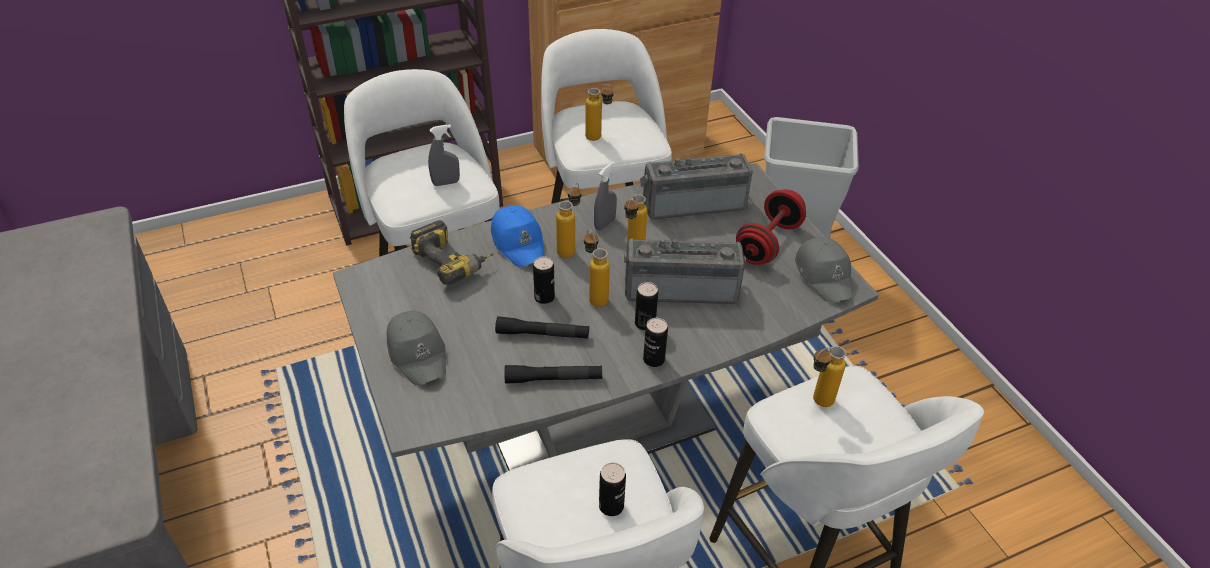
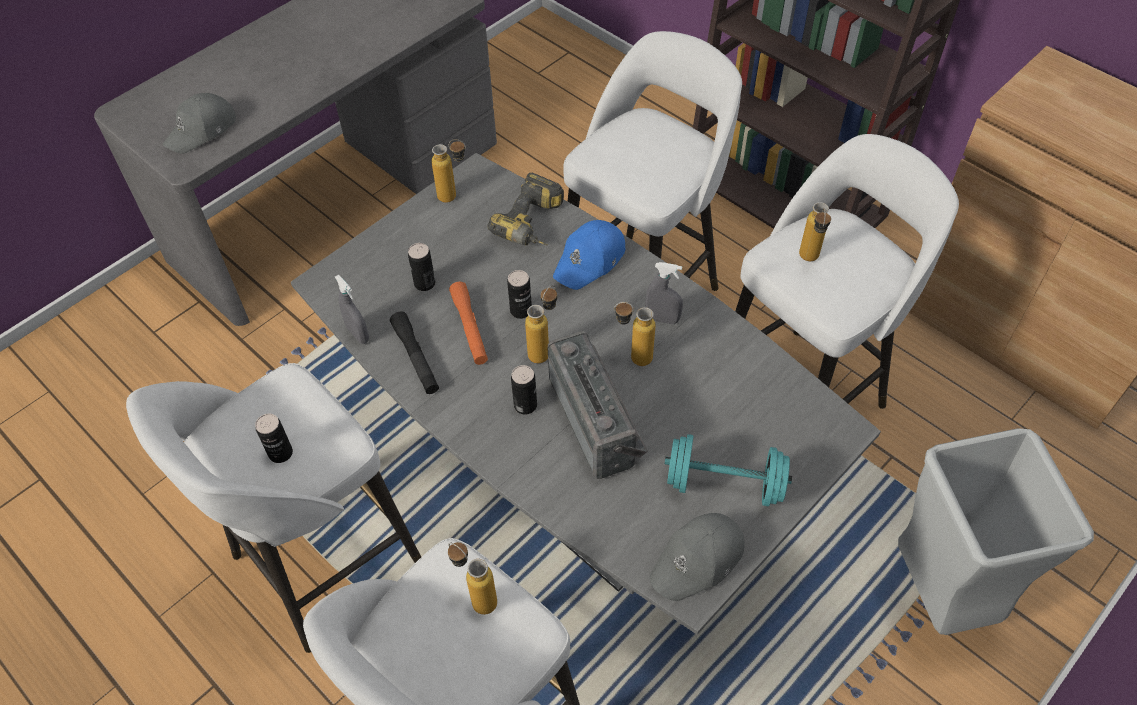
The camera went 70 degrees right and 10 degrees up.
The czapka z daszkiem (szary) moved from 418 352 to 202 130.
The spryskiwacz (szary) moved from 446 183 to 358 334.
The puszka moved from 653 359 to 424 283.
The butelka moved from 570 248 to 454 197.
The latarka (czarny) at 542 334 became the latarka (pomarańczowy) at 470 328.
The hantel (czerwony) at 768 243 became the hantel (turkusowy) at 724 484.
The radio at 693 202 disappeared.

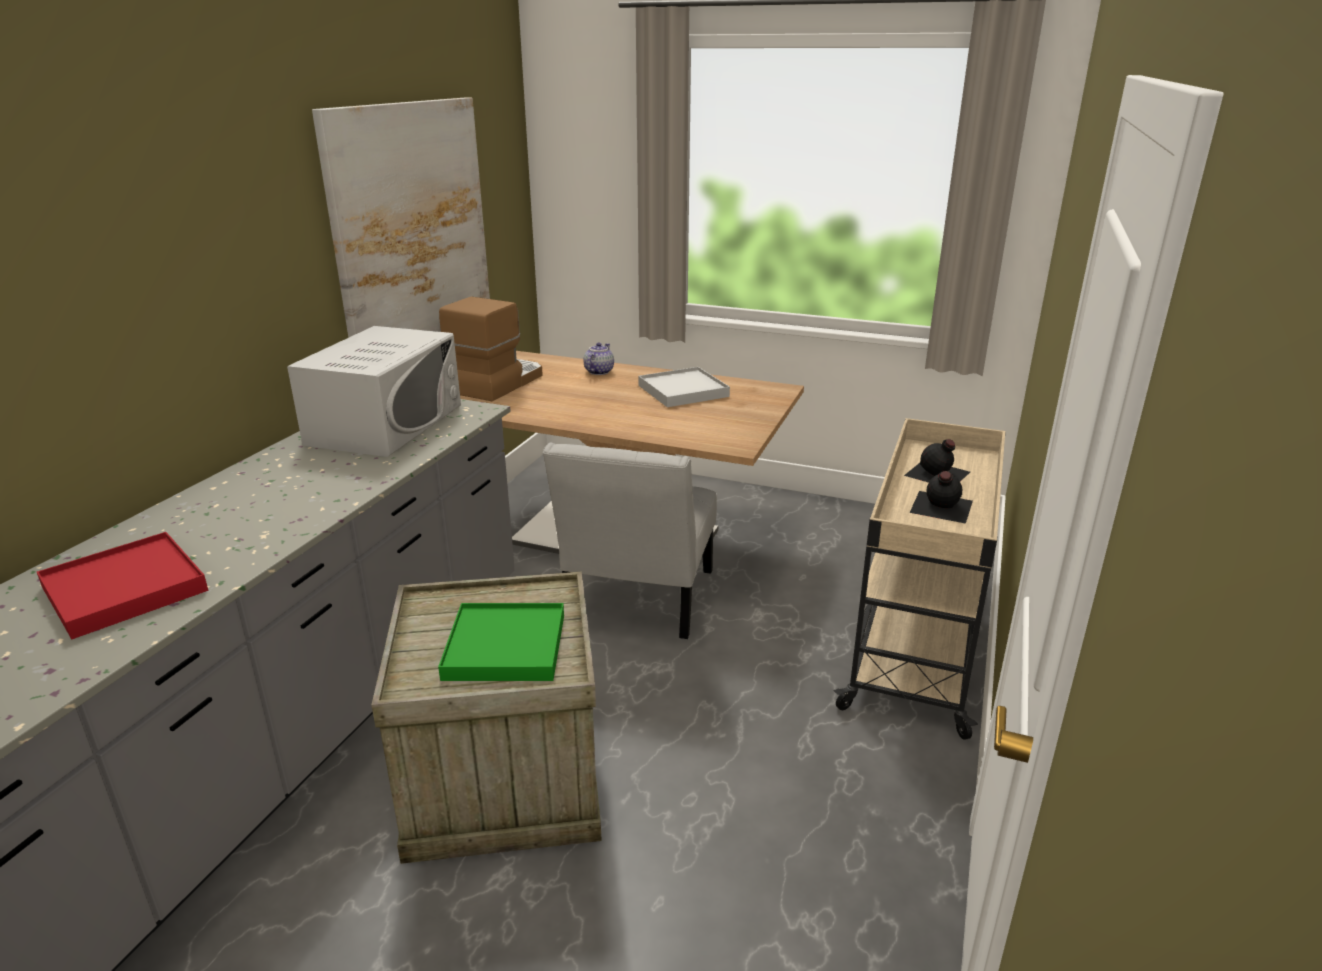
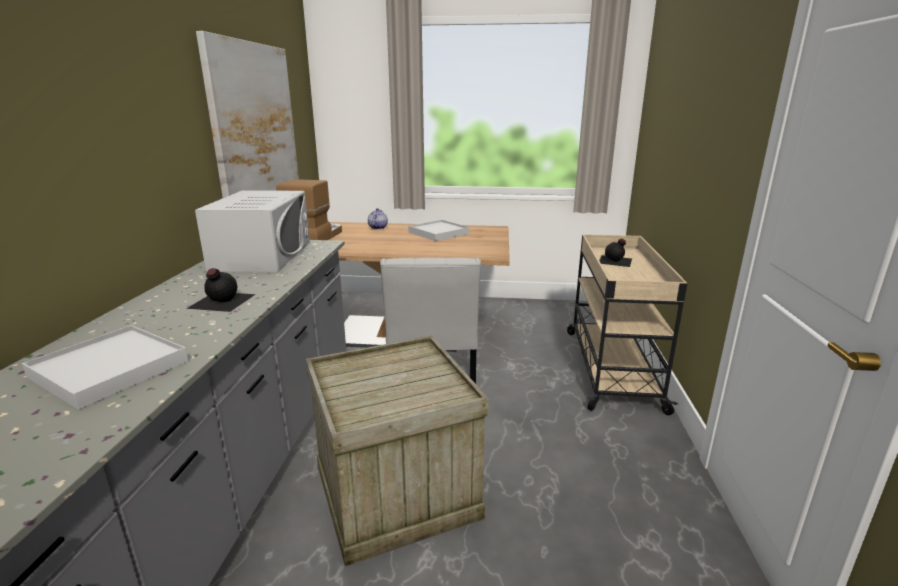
The camera went 15 degrees left and 5 degrees down.
The taca (czerwony) at 125 589 became the taca (biały) at 110 369.
The butelka (czarny) moved from 940 506 to 220 301.
The taca (zielony) at 505 647 disappeared.

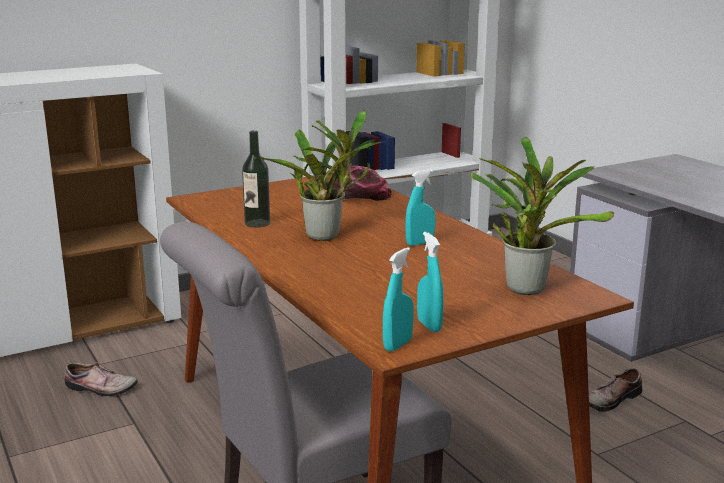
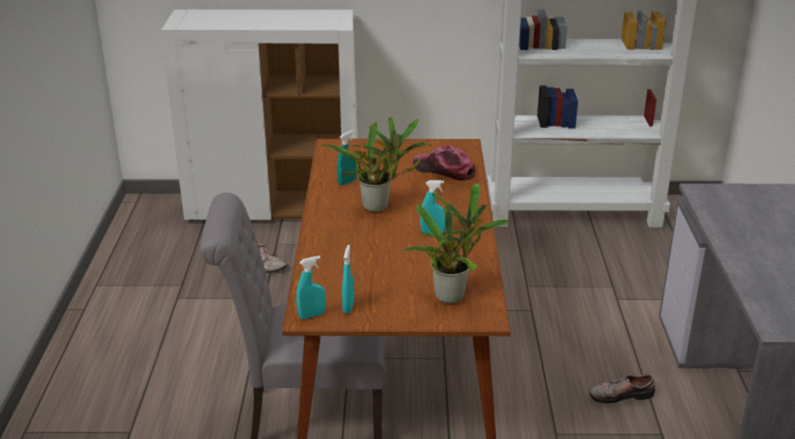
The camera went 30 degrees right and 10 degrees up.
The butelka at 257 223 was replaced by the spryskiwacz (turkusowy) at 347 182.

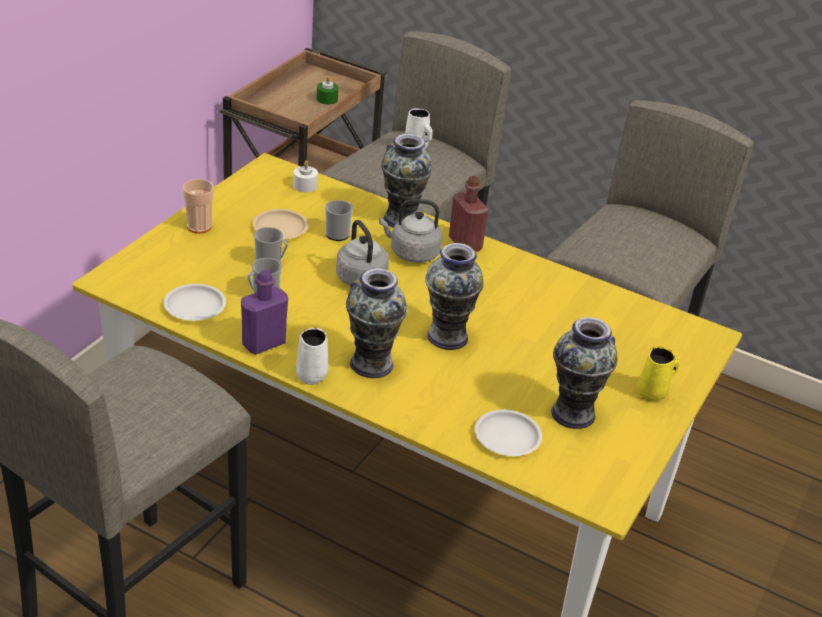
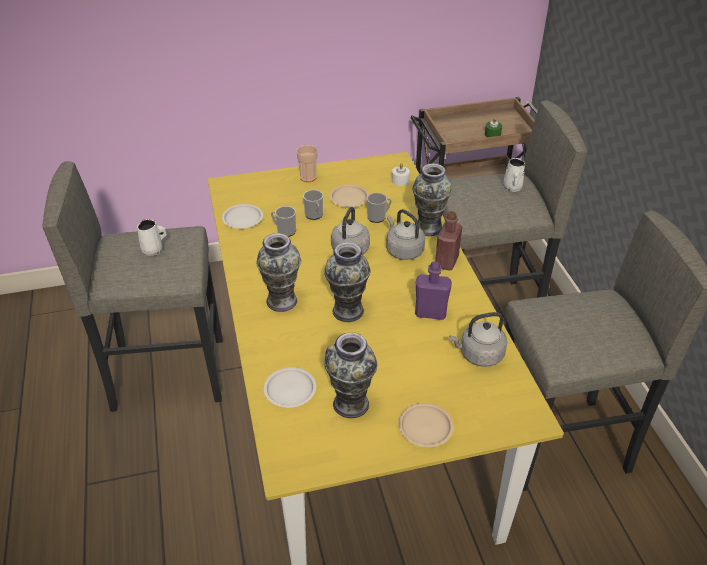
The camera went 50 degrees right and 5 degrees up.
The kubek (biały) moved from 312 374 to 154 250.
The kubek (żółty) at 653 392 was replaced by the talerz (beżowy) at 425 427.
The butelka (fioletowy) moved from 264 344 to 430 313.
The czajnik (szary) at 479 355 appeared.

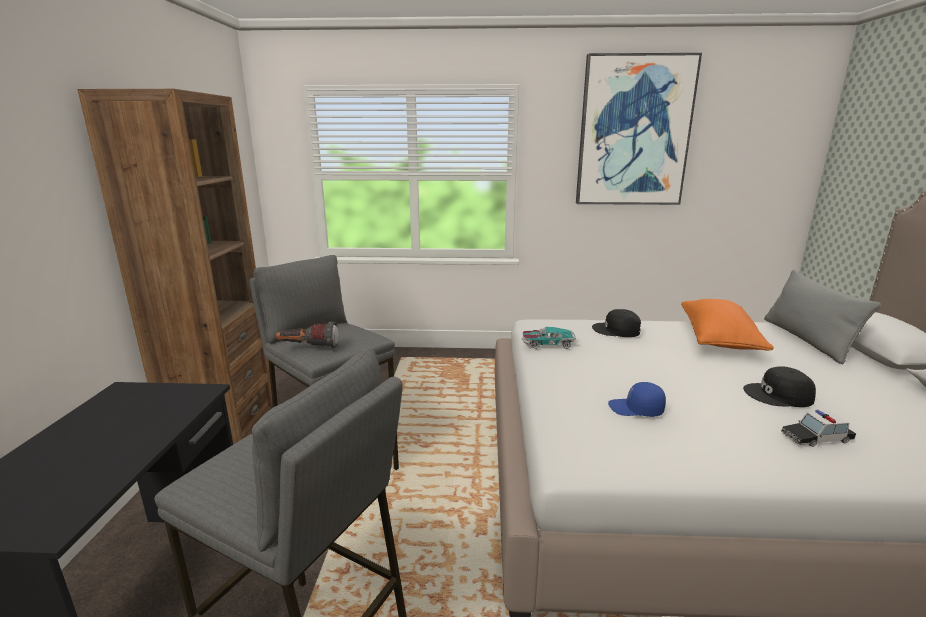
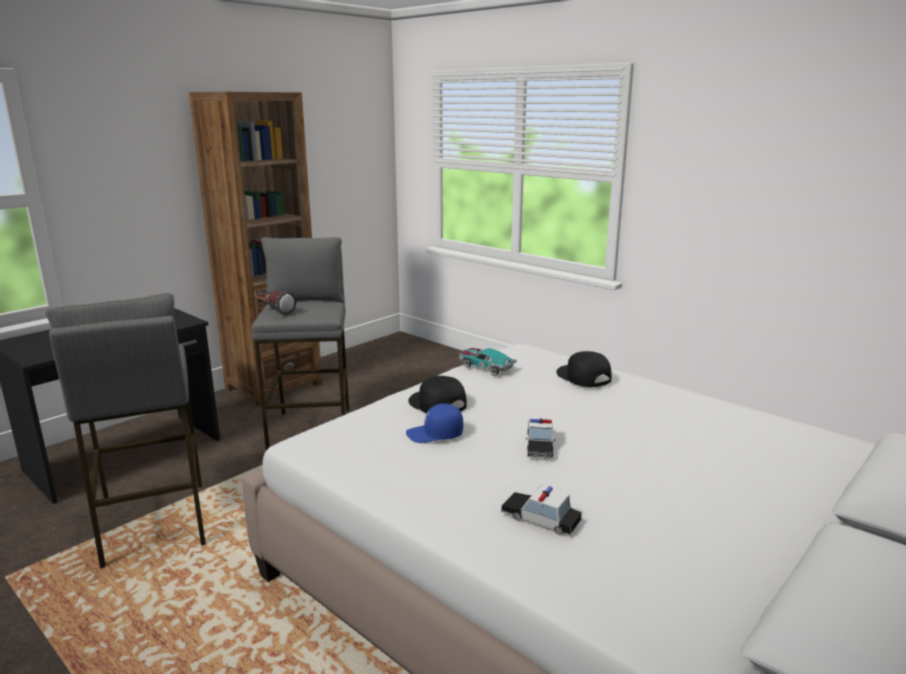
The camera went 40 degrees right and 0 degrees up.
The czapka z daszkiem (niebieski) at 636 409 turned 60 degrees counterclockwise.
The czapka z daszkiem (czarny) moved from 778 395 to 436 404.
The samochodzik at 539 445 appeared.
The obraz at 633 132 disappeared.
The poduszka (pomarańczowy) at 718 339 disappeared.
The poduszka (szary) at 806 339 disappeared.

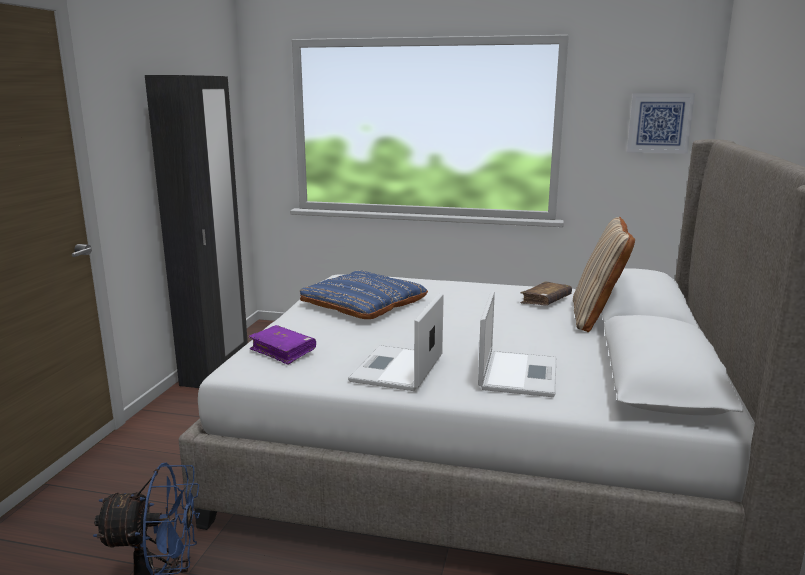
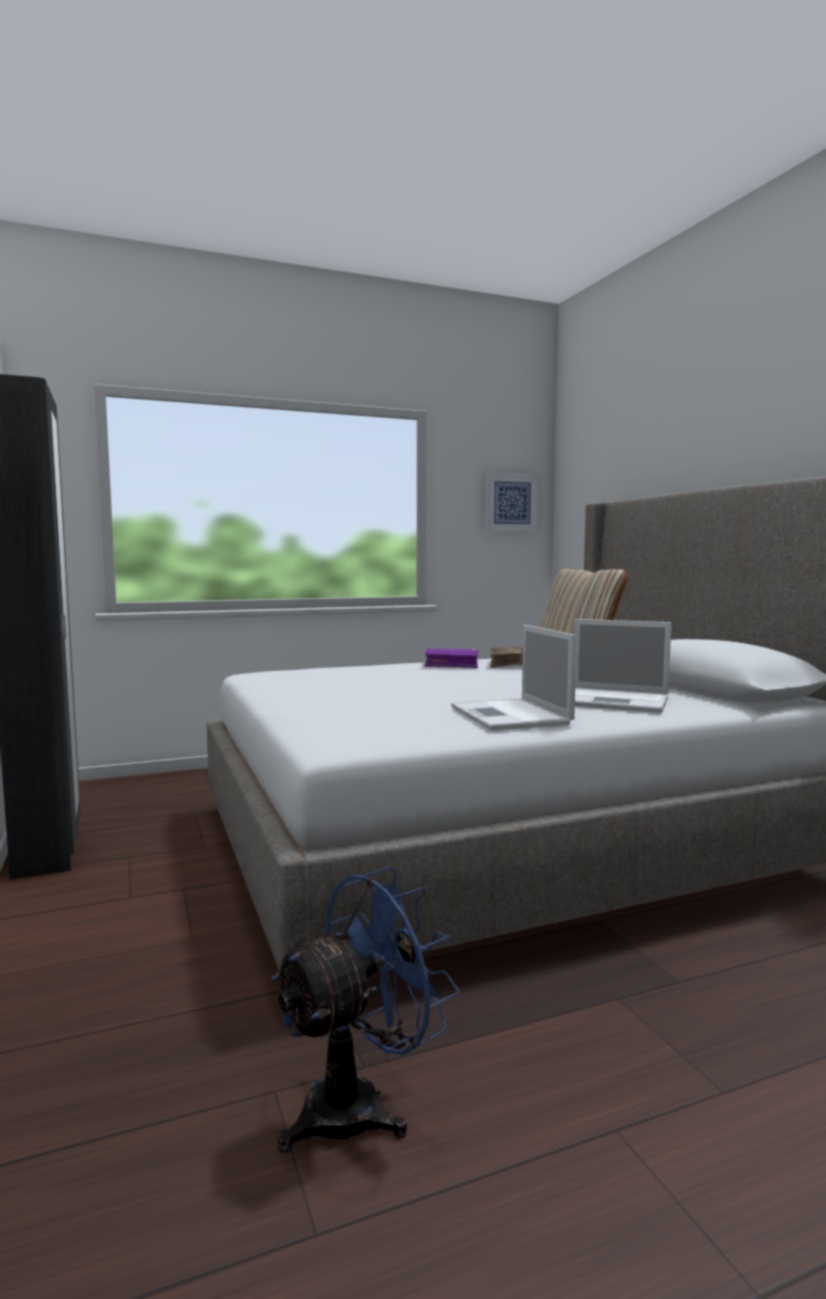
The camera went 35 degrees left and 10 degrees down.
The książka (fioletowy) moved from 283 351 to 451 665.
The laptop at 518 373 turned 135 degrees clockwise.
The poduszka (niebieski) at 364 303 disappeared.

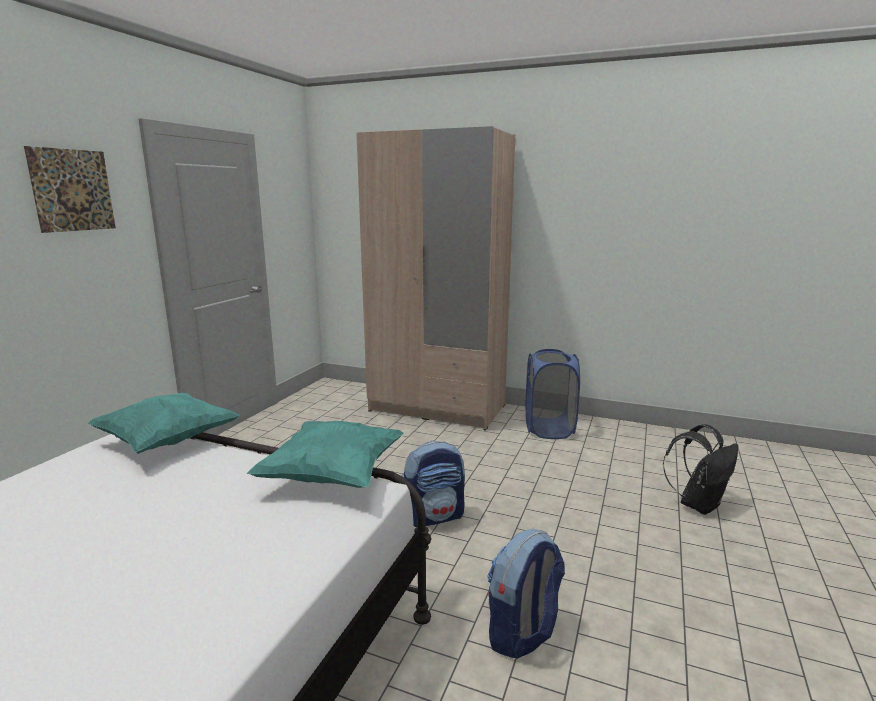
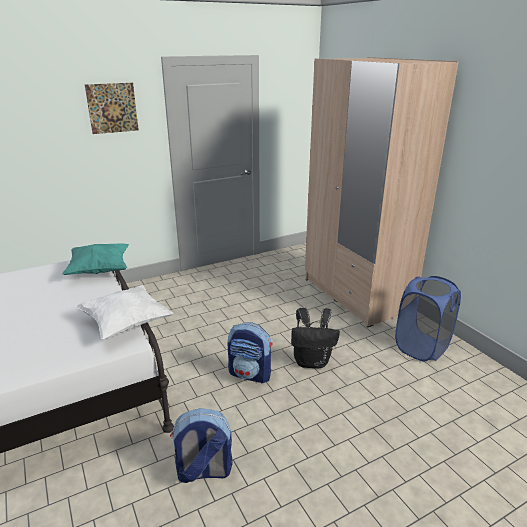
The camera went 40 degrees right and 10 degrees up.
The poduszka (turkusowy) at 333 476 became the poduszka (biały) at 126 324.
The plecak (czarny) moved from 698 504 to 312 361.

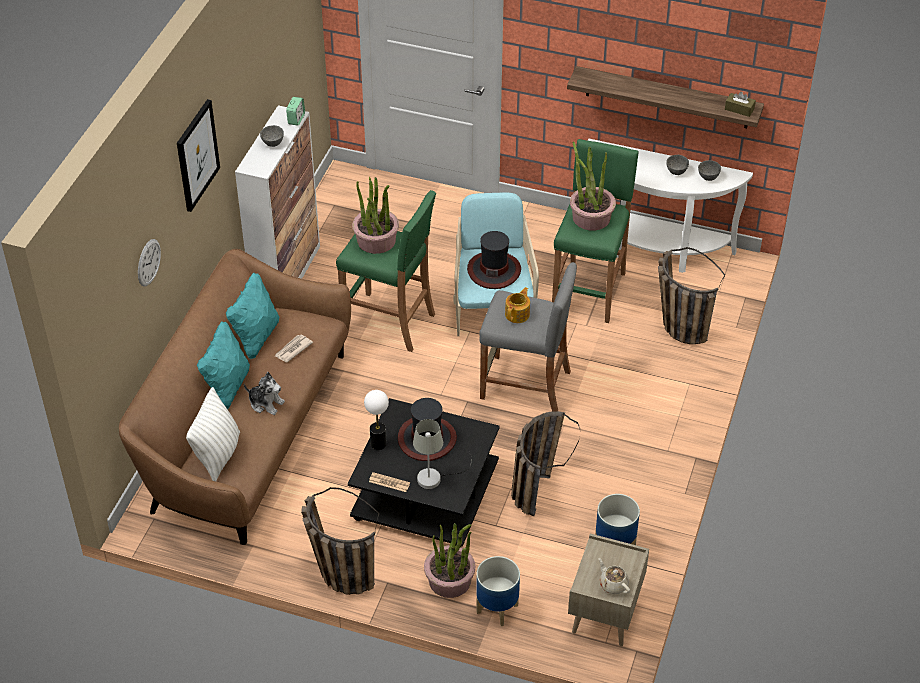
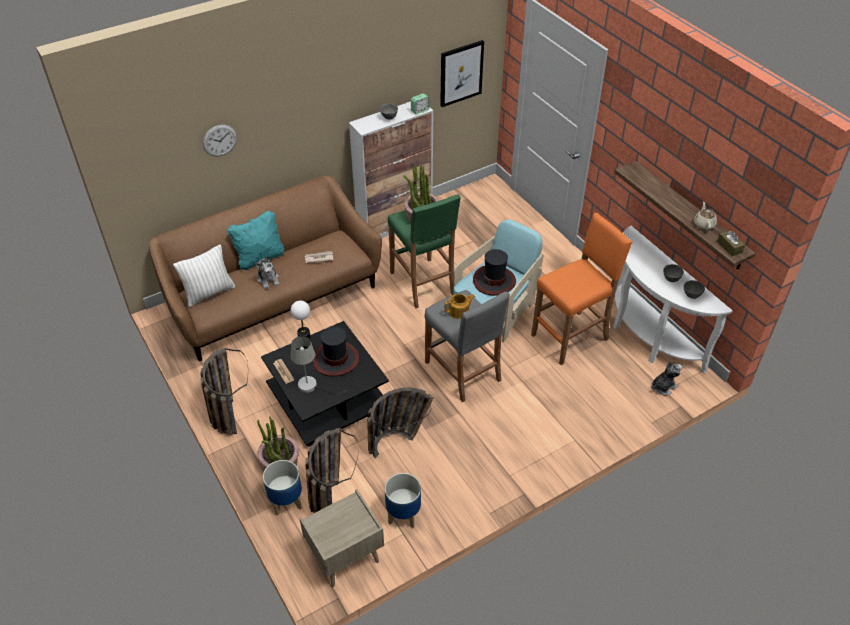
The camera went 40 degrees right and 0 degrees up.
The koszyk moved from 677 324 to 329 493.
The obraz moved from 197 155 to 461 73.
The stołek (zielony) at 589 291 became the stołek (pomarańczowy) at 571 337.
The pluszak at 663 386 appeared.
The imbryk (beżowy) moved from 613 584 to 704 224.
The poduszka (turkusowy) at 256 338 disappeared.
The roślina doniczkowa at 591 217 disappeared.

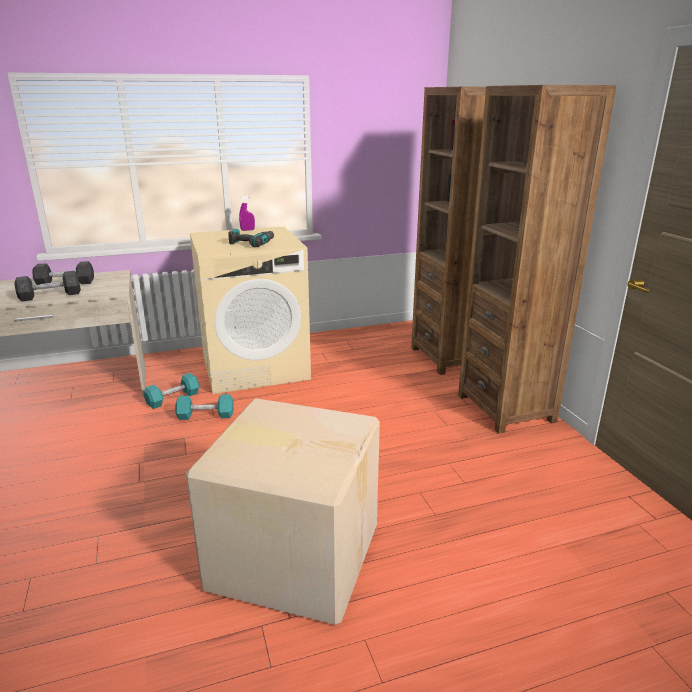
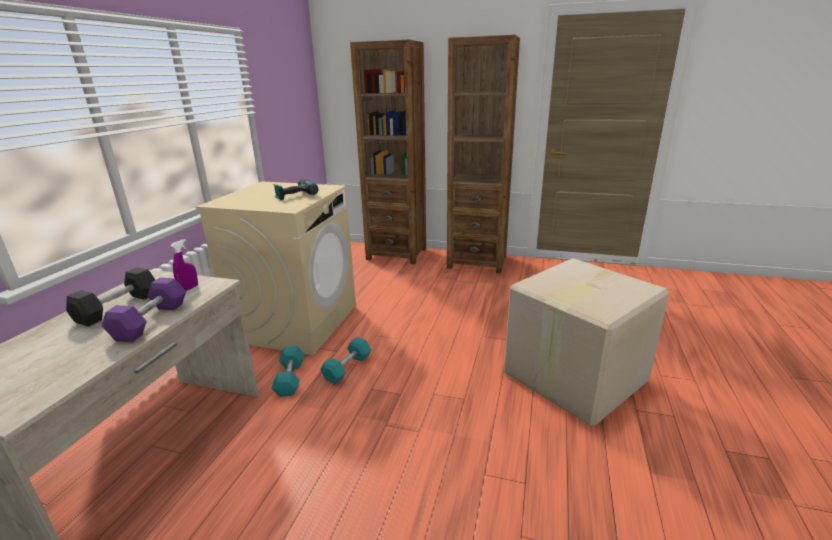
The camera went 55 degrees left and 0 degrees up.
The hantel (szary) at 50 295 became the hantel (fioletowy) at 151 321.
The spryskiwacz (fioletowy) moved from 247 230 to 189 288.

